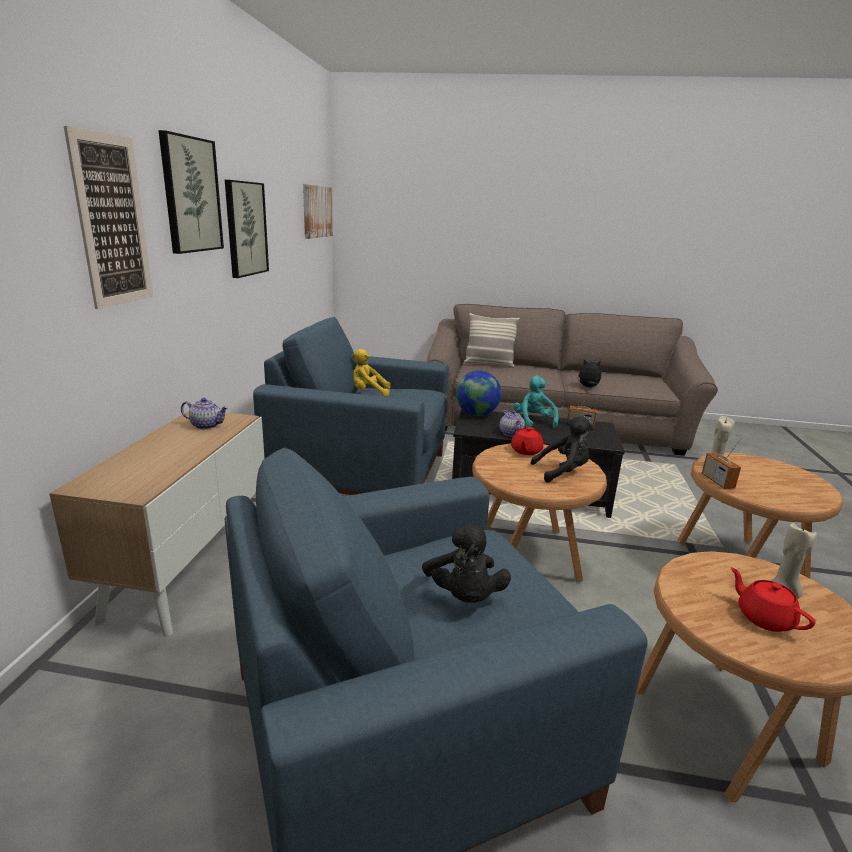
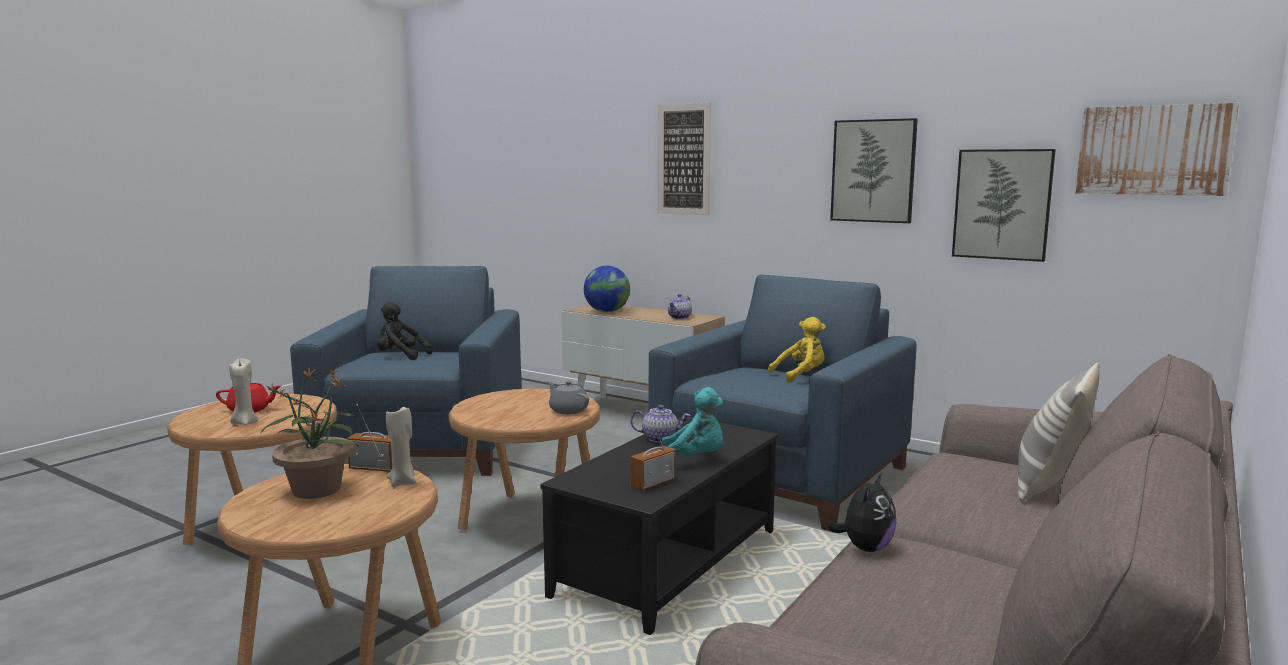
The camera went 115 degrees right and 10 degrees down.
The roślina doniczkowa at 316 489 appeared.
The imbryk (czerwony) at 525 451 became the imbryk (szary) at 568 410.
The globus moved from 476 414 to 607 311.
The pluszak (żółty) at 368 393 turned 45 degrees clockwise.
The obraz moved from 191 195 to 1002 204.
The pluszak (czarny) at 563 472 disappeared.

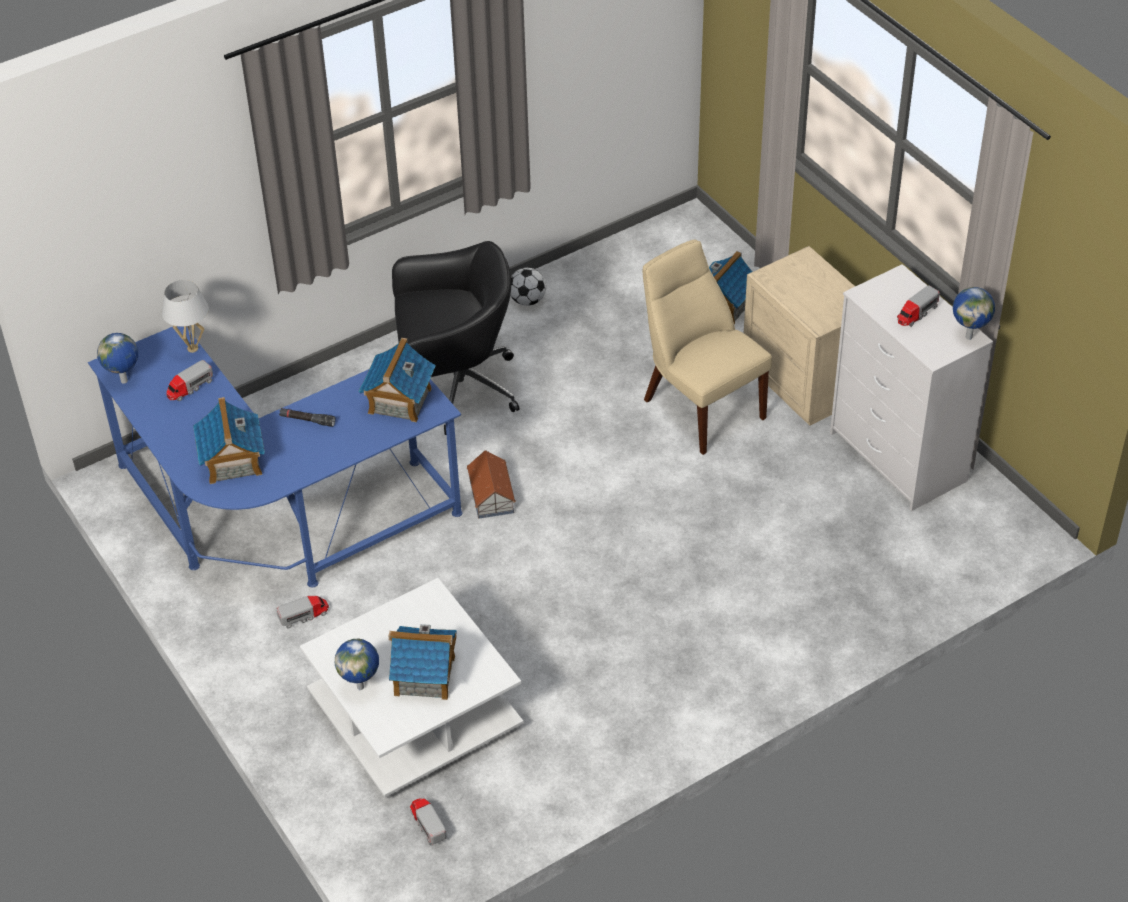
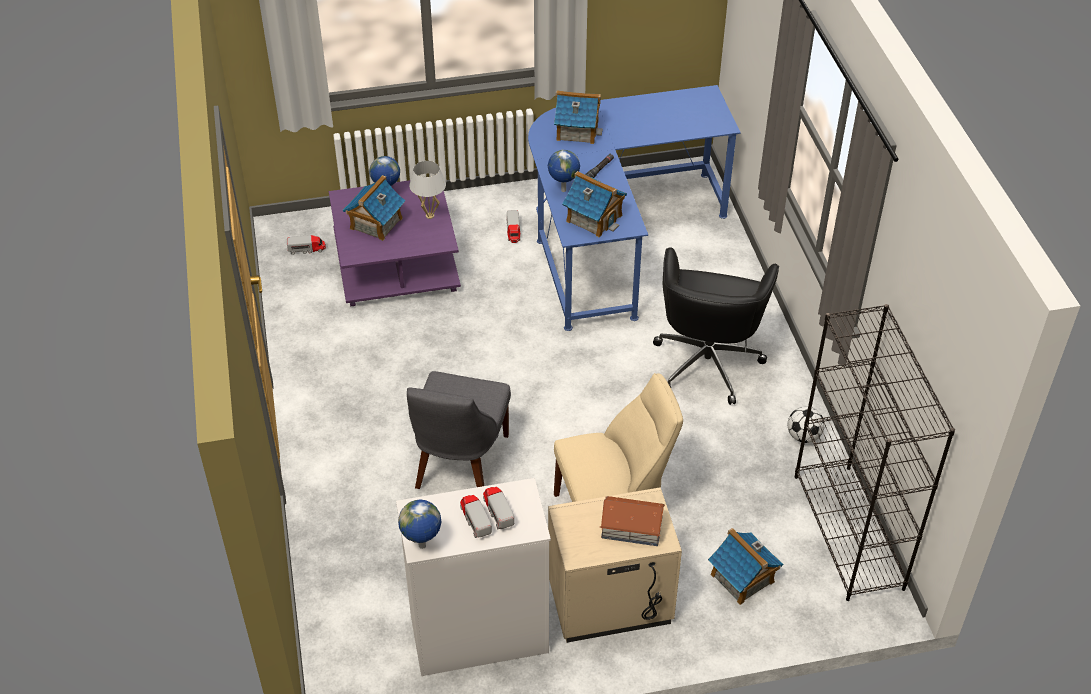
The camera went 110 degrees right and 0 degrees up.
The ława (biały) at 412 713 became the ława (fioletowy) at 397 262.
The krzesło (szary) at 459 465 appeared.
The lampa stołowa (biały) moved from 193 348 to 429 216.
The ciężarówka zabawkowa moved from 189 388 to 498 511.
The globus moved from 125 381 to 563 190.
The domek moved from 491 495 to 632 527.
The regał (czarny) at 849 532 appeared.

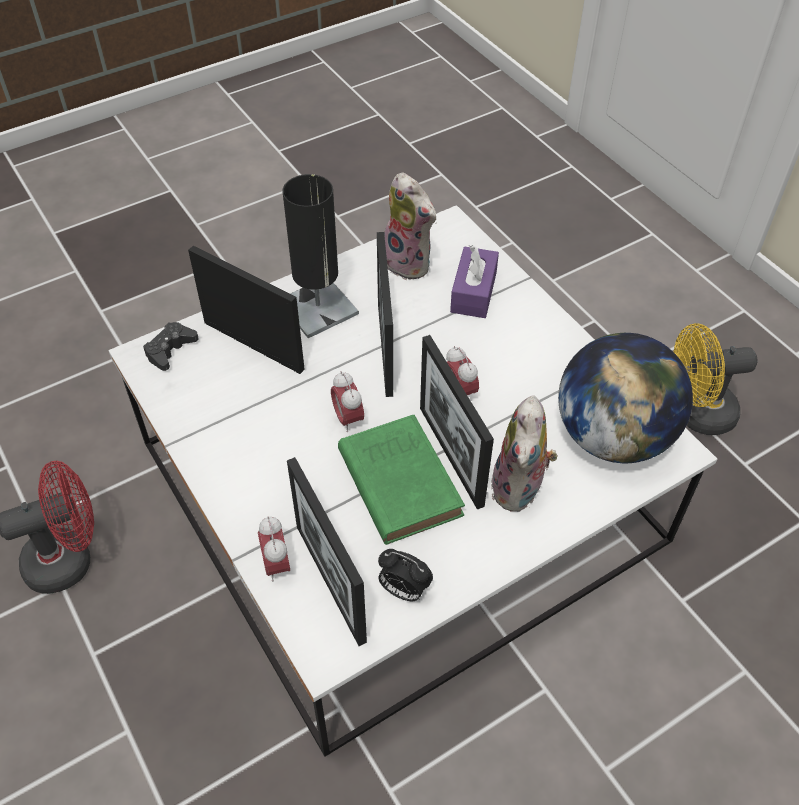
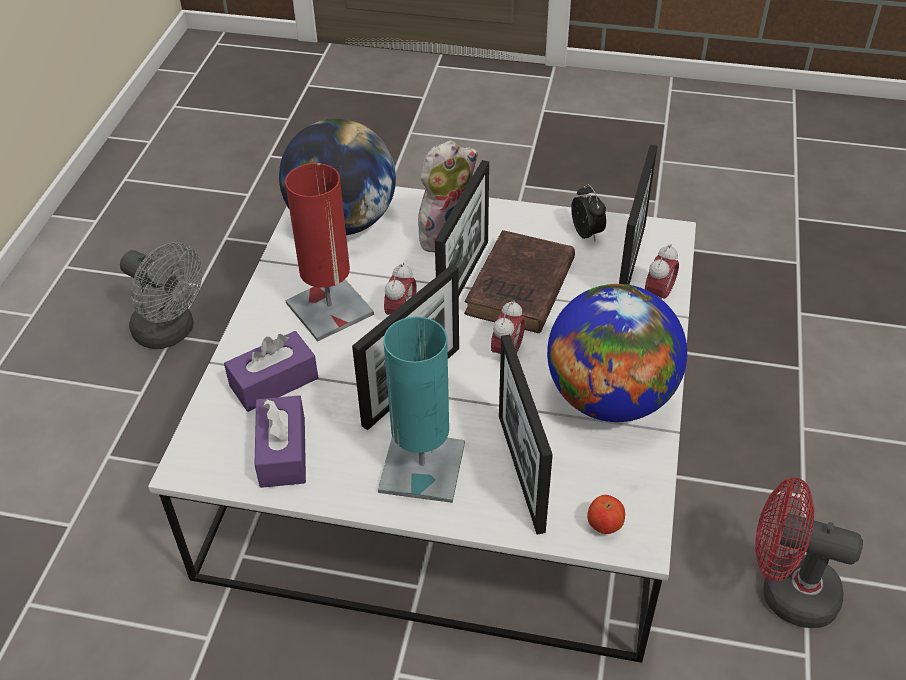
The camera went 135 degrees left and 5 degrees down.
The wentylator (żółty) at 696 414 became the wentylator (szary) at 171 332.
The pluszak at 410 263 was replaced by the pudełko chusteczek (fioletowy) at 282 452.
The lampa stołowa (czerwony) at 329 309 appeared.
The lampa stołowa (czarny) at 318 308 became the lampa stołowa (turkusowy) at 422 467.
The książka (zielony) at 398 480 became the książka (brązowy) at 519 289.
The globus at 610 398 appeared.
The pad do gier (czarny) at 170 350 was replaced by the jabłko at 604 525.

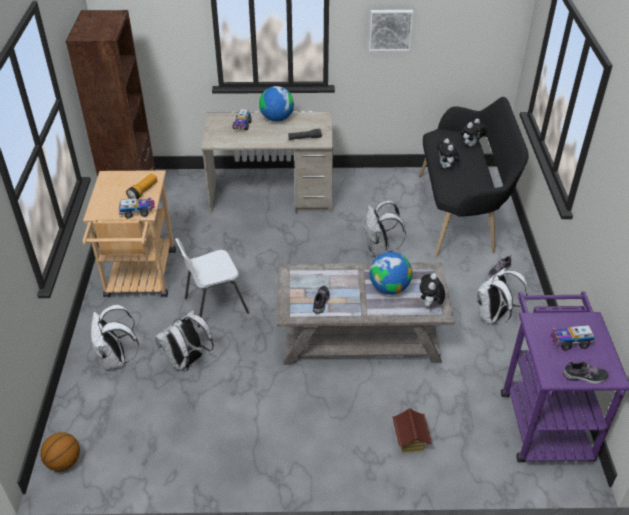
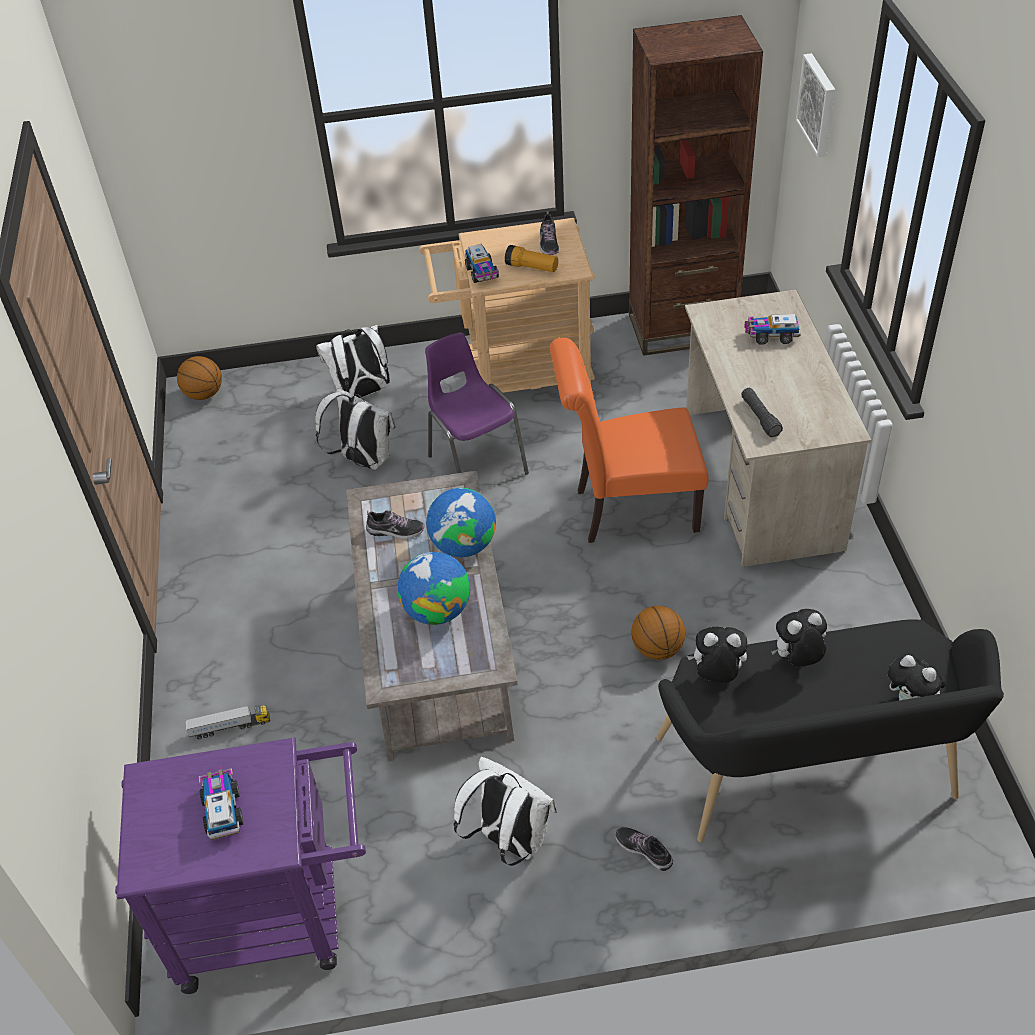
The camera went 85 degrees right and 5 degrees up.
The domek at 410 441 was replaced by the ciężarówka zabawkowa at 230 727.
The krzesło (biały) at 214 305 became the krzesło (fioletowy) at 476 463.
The globus moved from 277 119 to 463 545.
The but moved from 584 376 to 548 243.
The krzesło (pomarańczowy) at 628 510 appeared.
The plecak (biały) at 379 249 was replaced by the piłka do koszykówki at 657 649.
The pluszak moved from 430 305 to 716 675.
The obraz moved from 390 29 to 819 104.

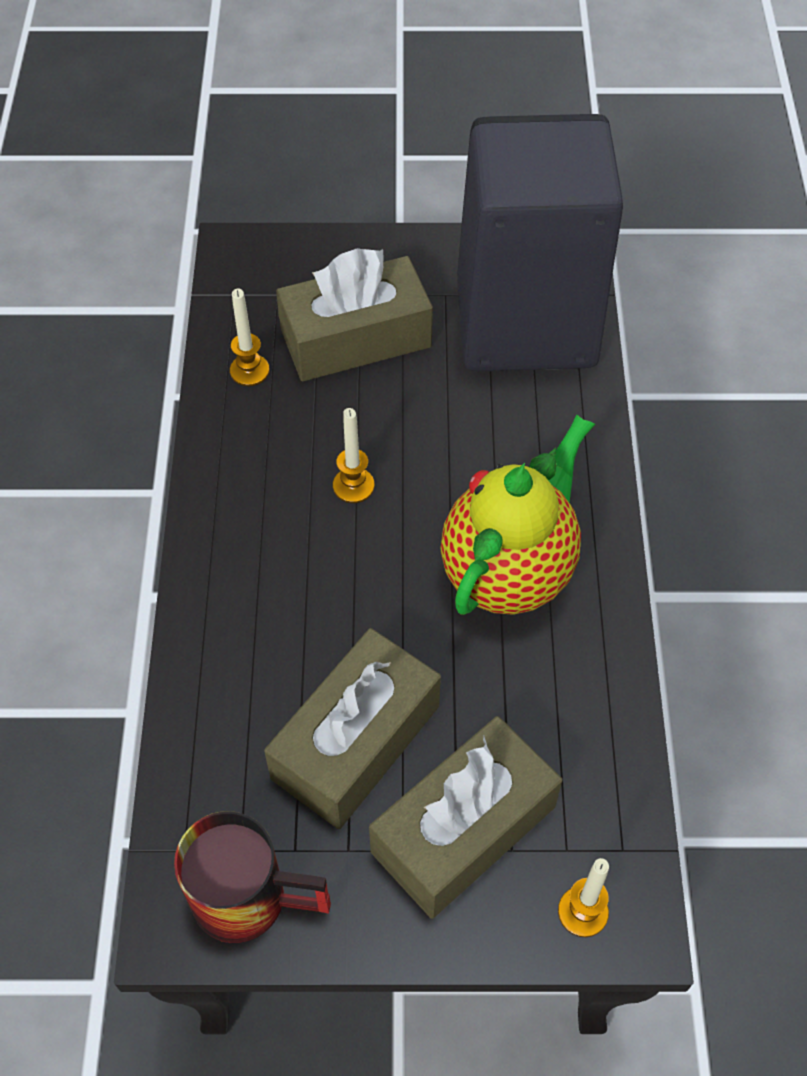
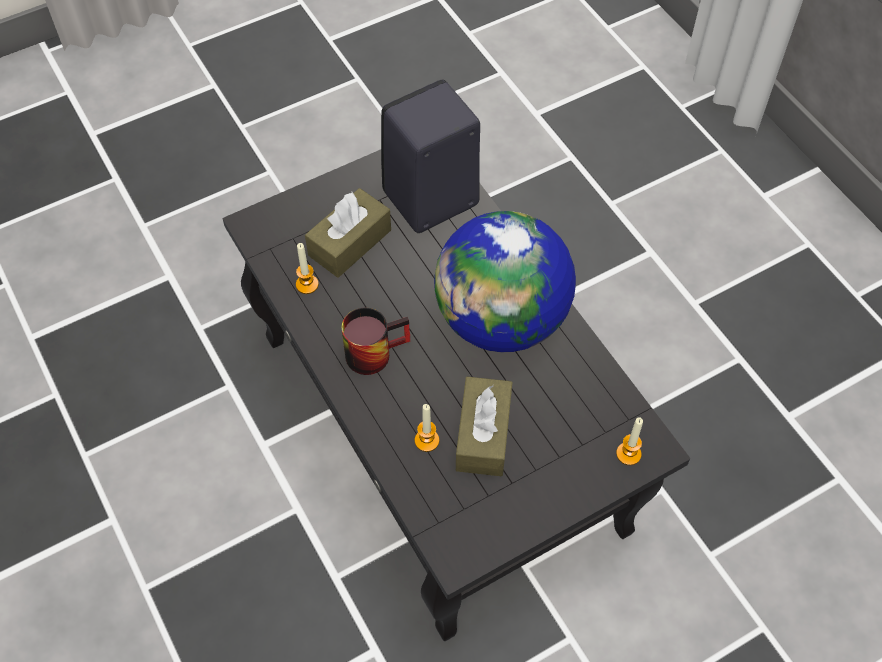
The camera went 30 degrees left and 0 degrees up.
The kubek moved from 257 890 to 374 349.
The świeca moved from 353 486 to 427 440.
The imbryk at 512 569 was replaced by the globus at 502 320.
The pudełko chusteczek (brązowy) at 463 829 disappeared.

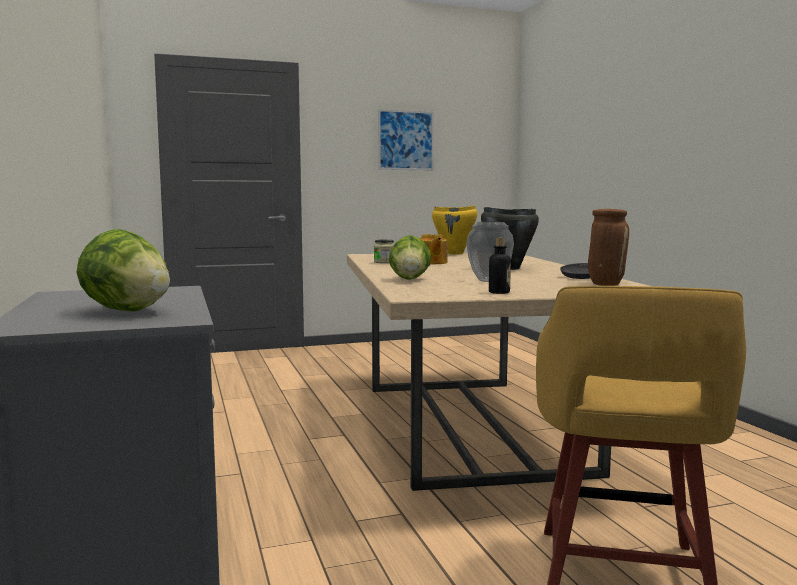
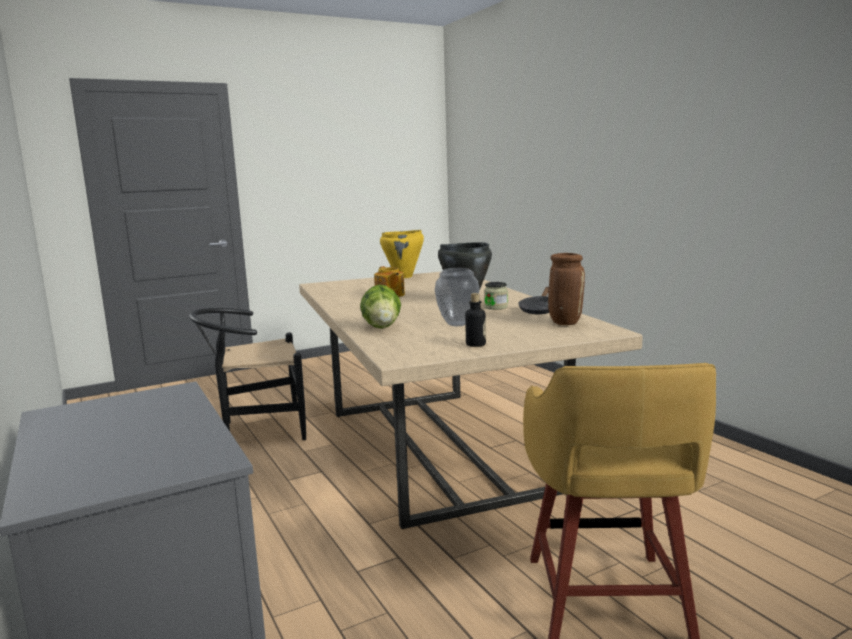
The camera went 10 degrees left and 5 degrees up.
The krzesło (czarny) at 256 429 appeared.
The słoik moved from 384 262 to 496 307.
The sałata at 127 311 disappeared.
The obraz at 405 140 disappeared.

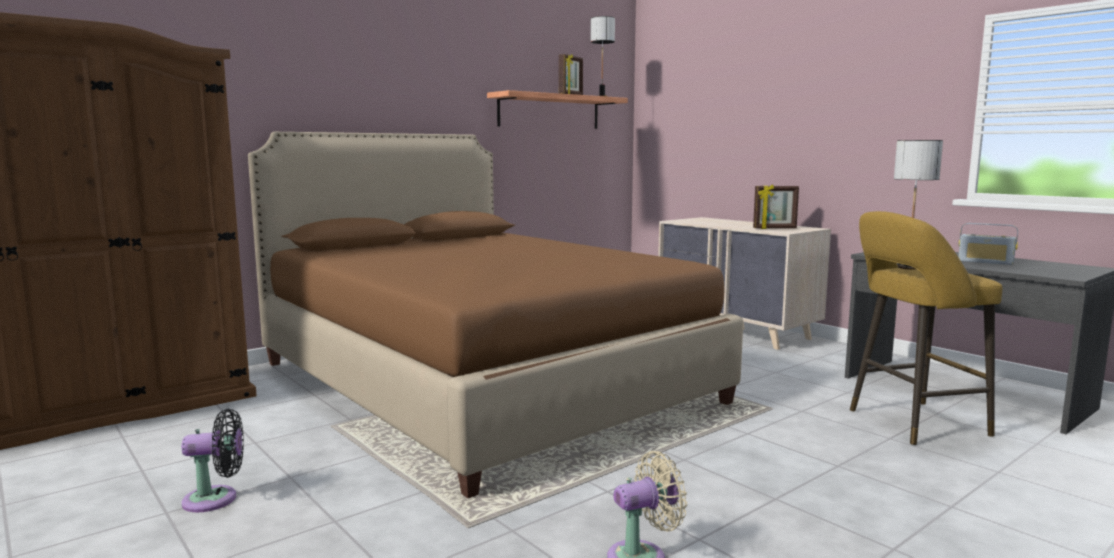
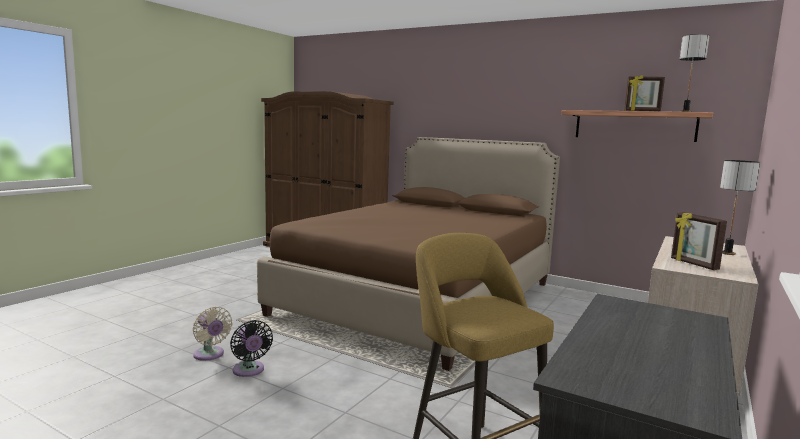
The camera went 70 degrees right and 0 degrees up.
The wentylator (czarny) moved from 216 499 to 249 371.
The lampa stołowa moved from 908 268 to 727 253.
The radio at 985 262 disappeared.

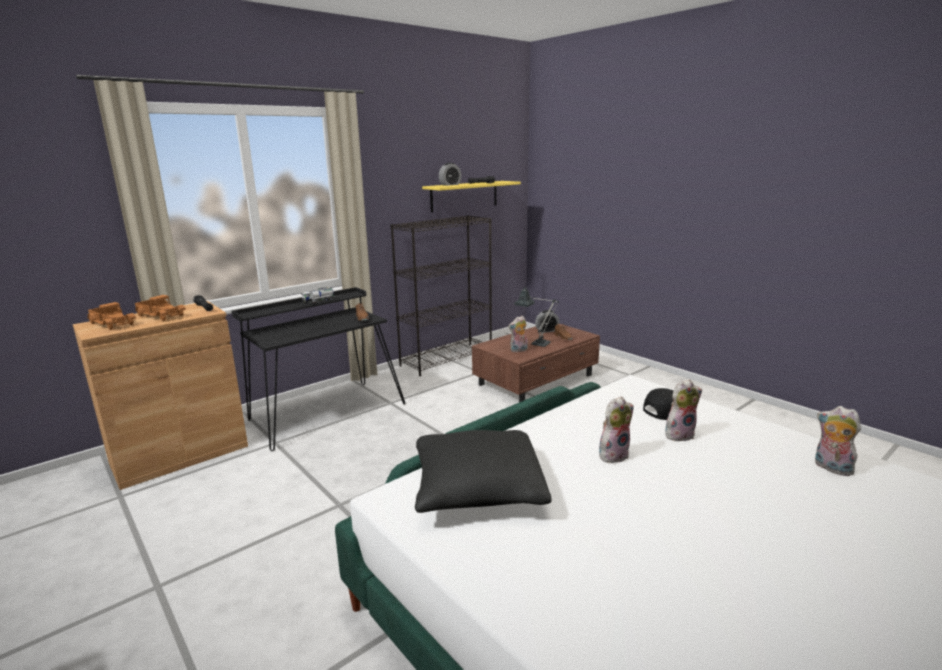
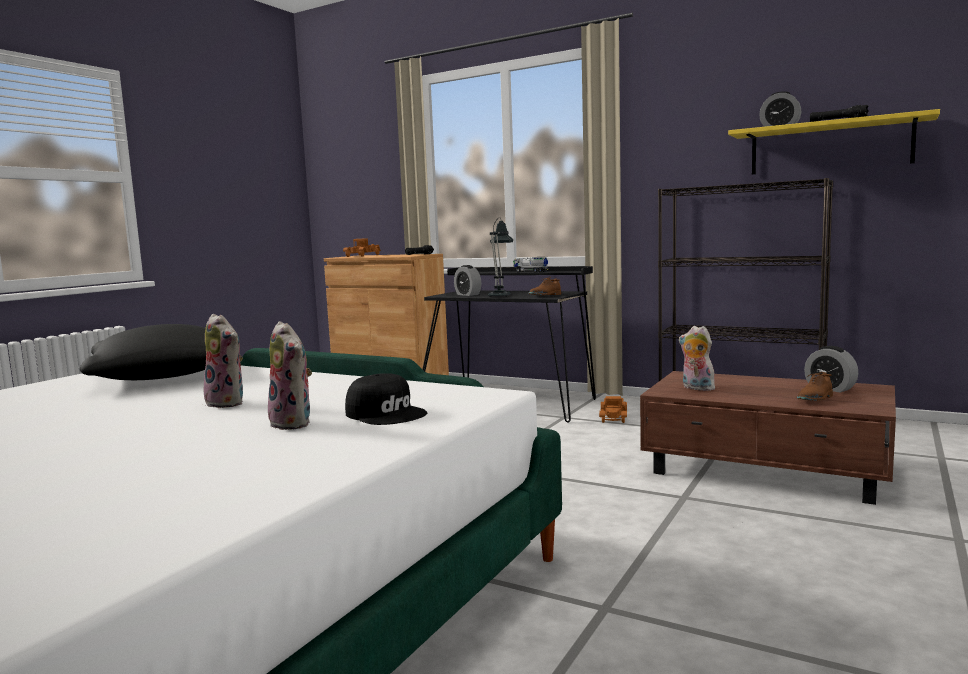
The camera went 70 degrees right and 10 degrees down.
The budzik at 468 294 appeared.
The lampa stołowa moved from 536 343 to 500 295.
The ciężarówka zabawkowa moved from 161 315 to 614 416.
The pluszak at 831 468 disappeared.

